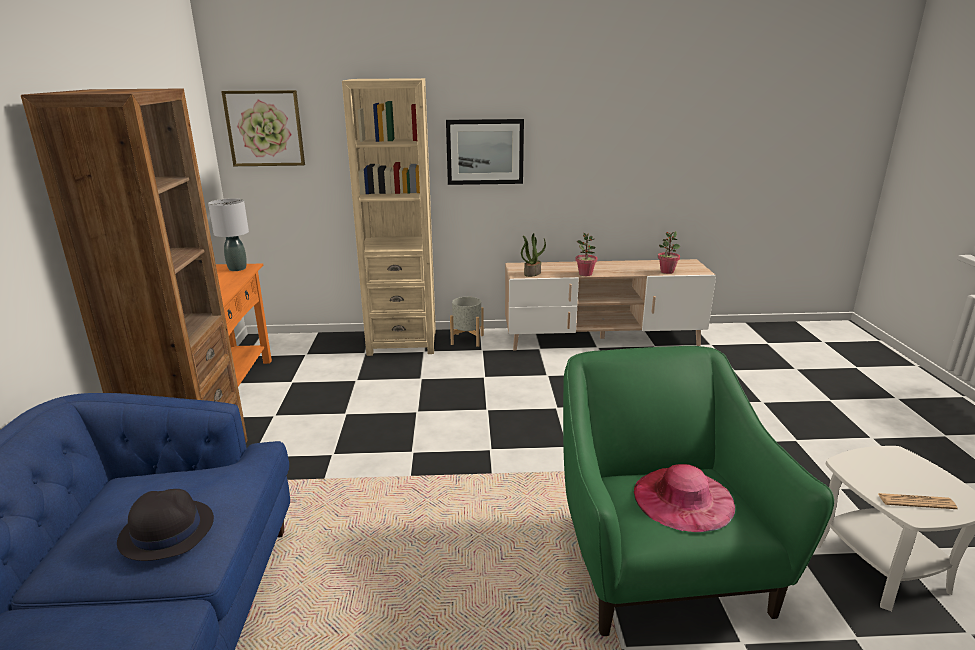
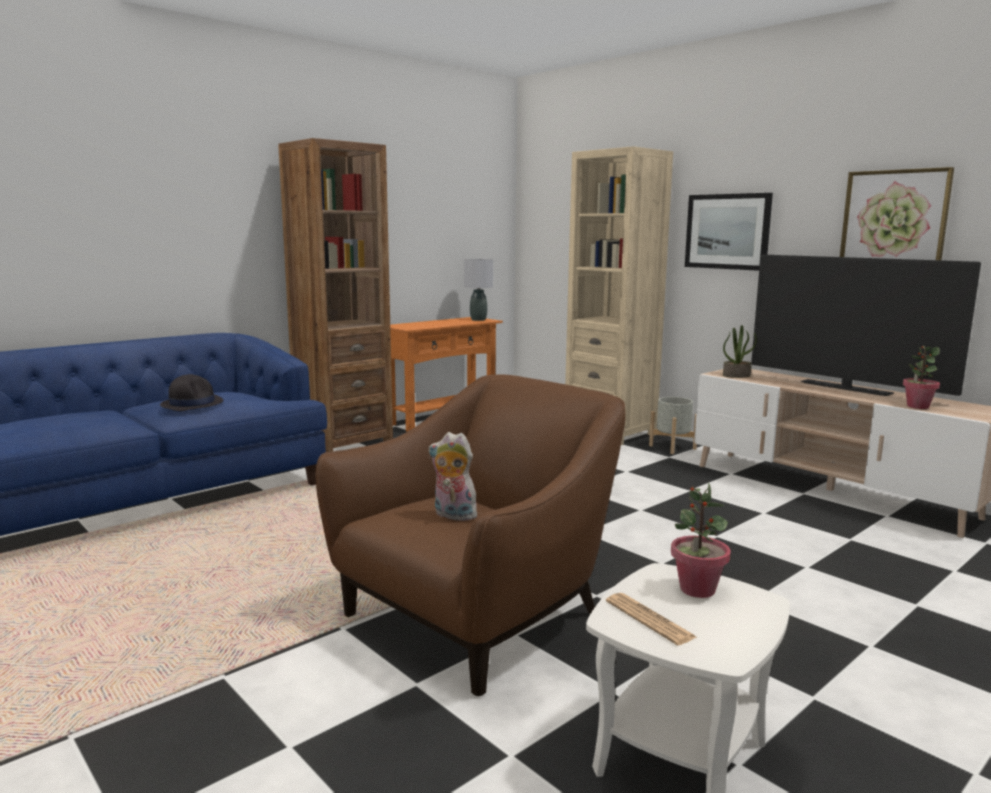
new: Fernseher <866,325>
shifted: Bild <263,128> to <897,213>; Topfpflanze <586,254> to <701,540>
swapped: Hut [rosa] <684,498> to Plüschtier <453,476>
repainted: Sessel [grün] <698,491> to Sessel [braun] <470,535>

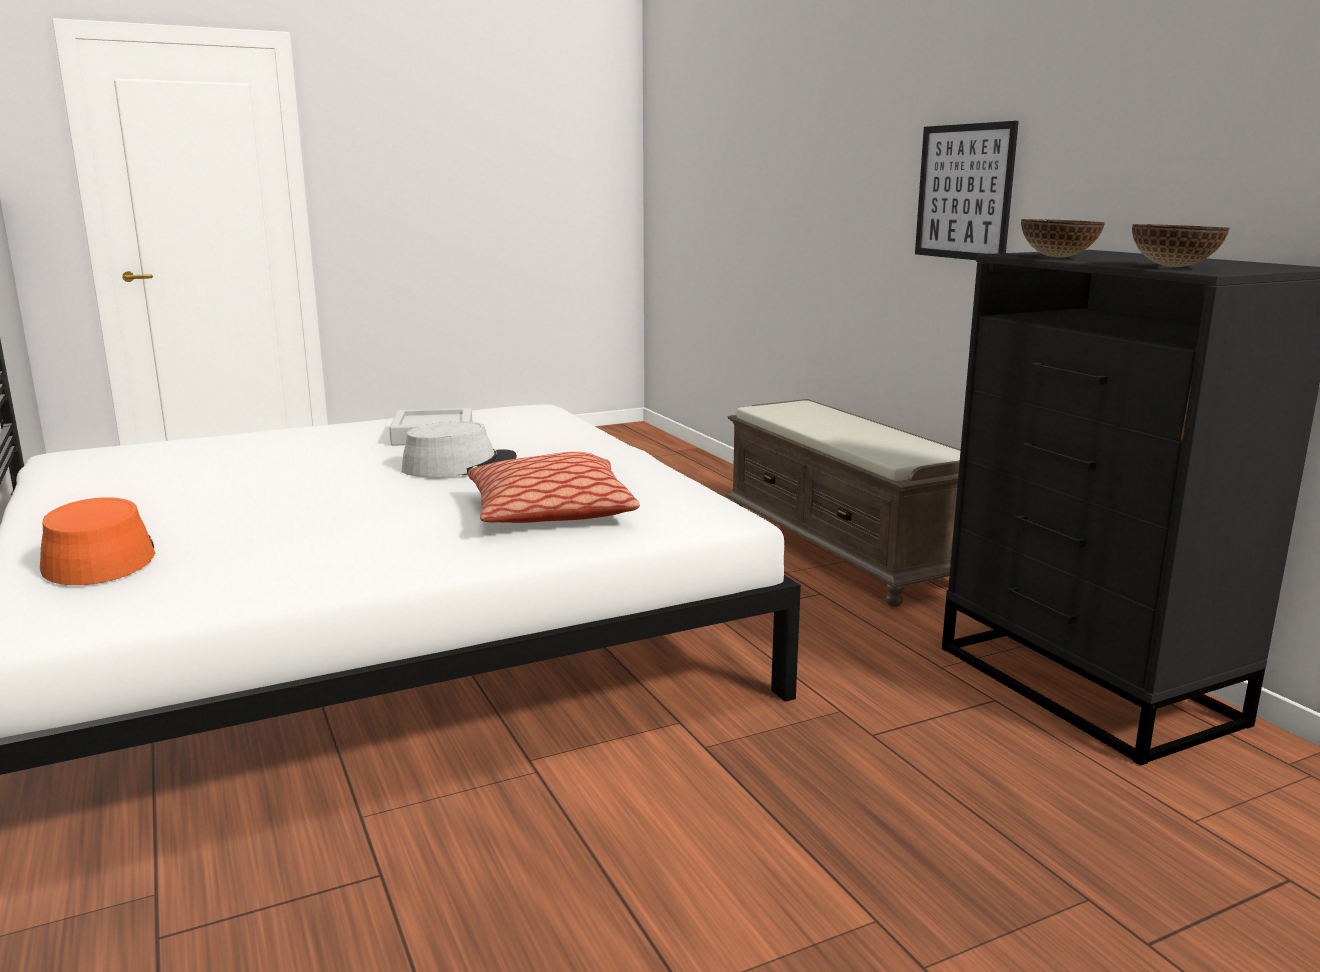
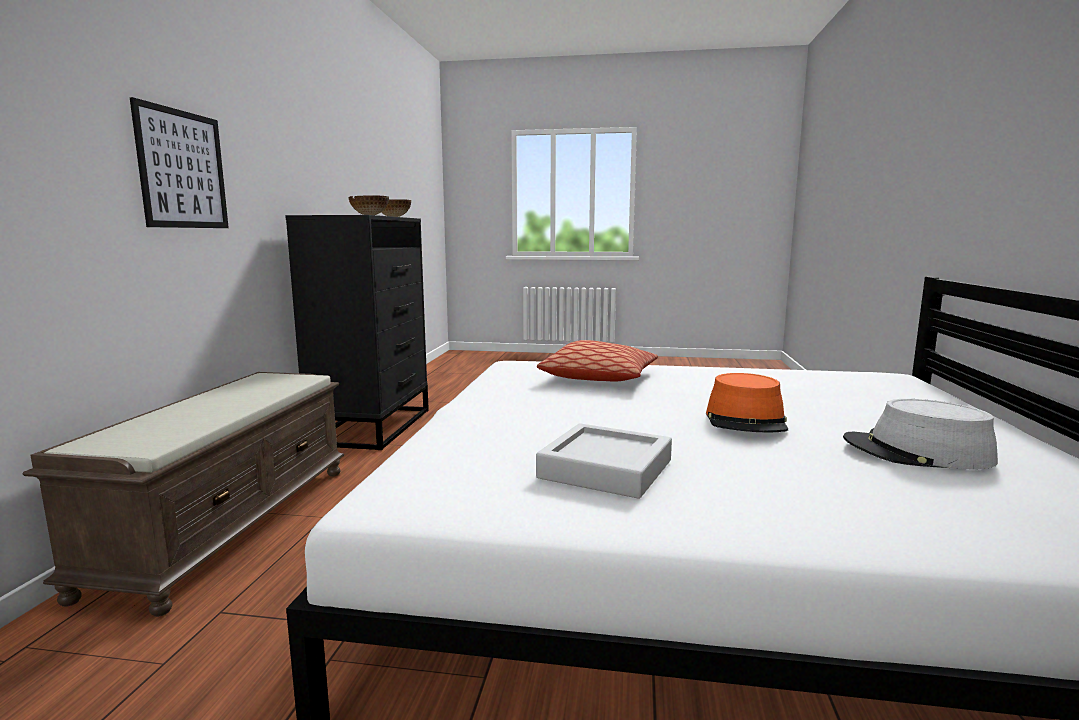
shifted: Hut [orange] <97,541> to <747,402>; Hut [grau] <459,449> to <920,434>

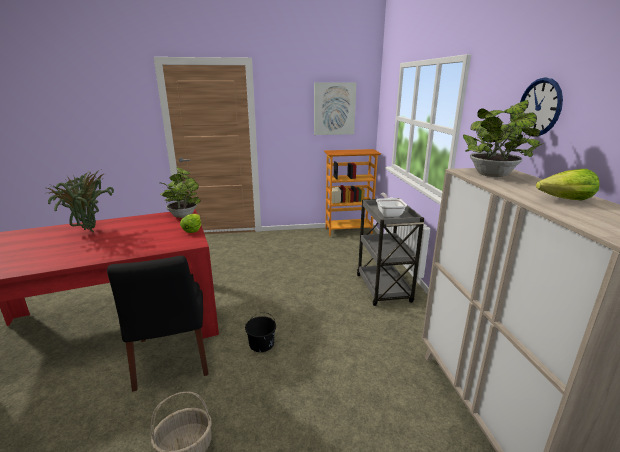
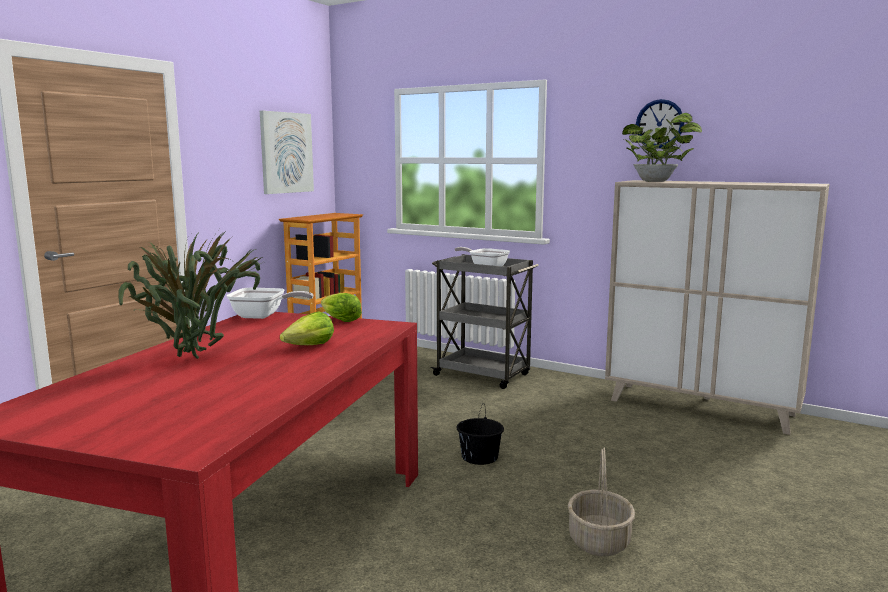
gone: Stuhl [schwarz] <158,324>
shifted: Salatkopf <568,185> to <307,328>
swapped: Topfpflanze <180,192> to Pfanne <270,303>

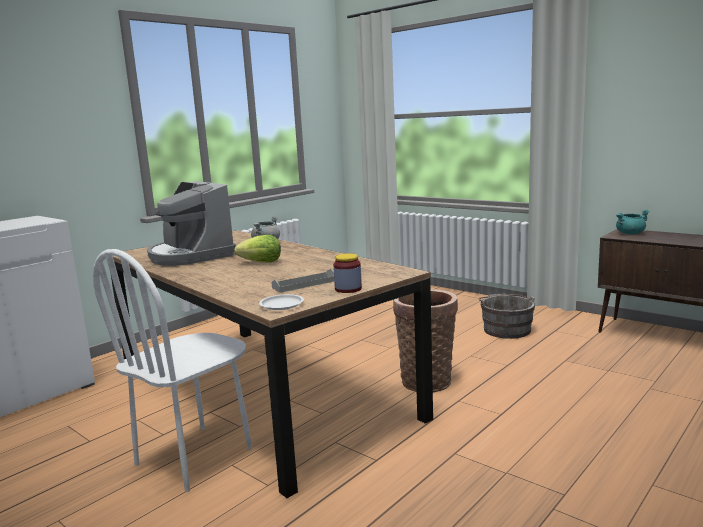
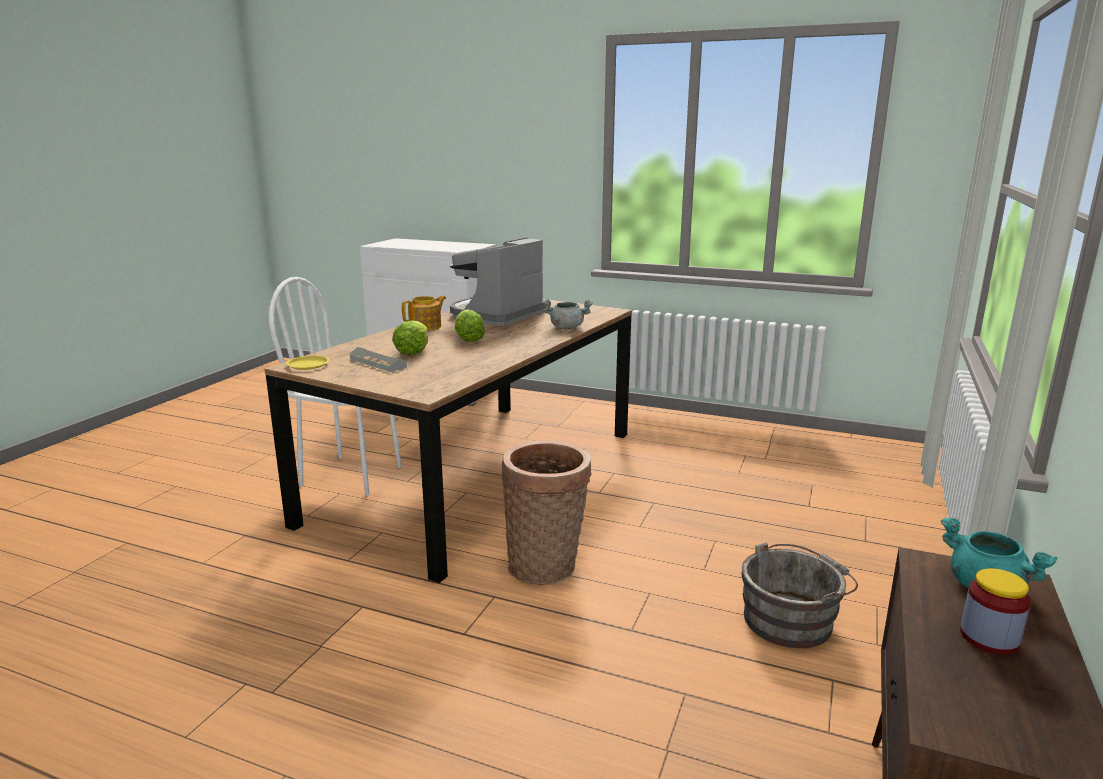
new: Salatkopf <410,338>; Teekanne <424,313>
shifted: Vorratsglas <347,273> to <995,611>
repainted: Teller [weiß] <281,302> to Teller [gelb] <307,363>

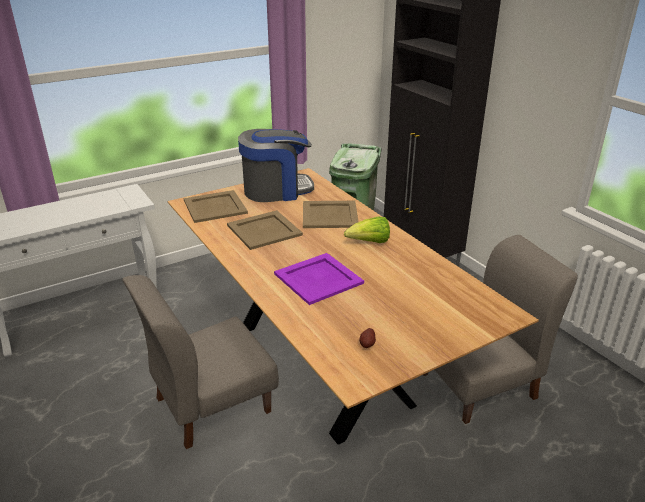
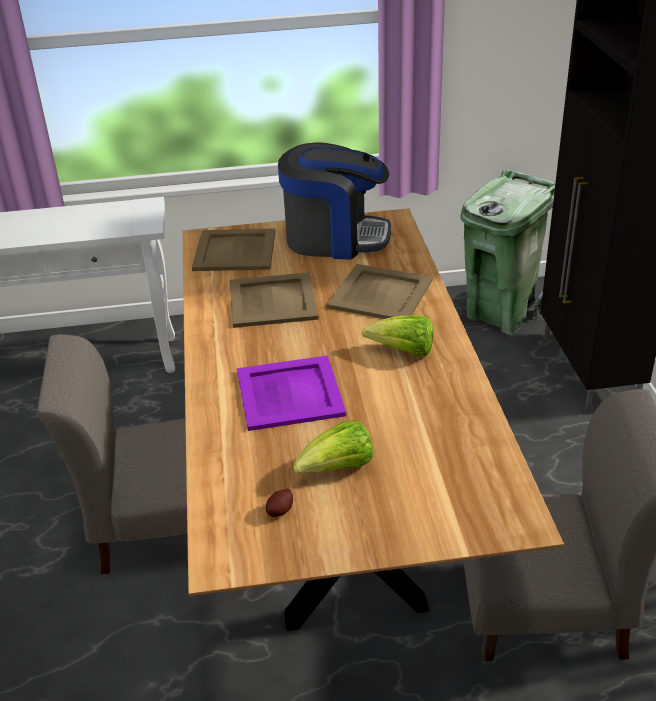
new: Salatkopf <333,447>

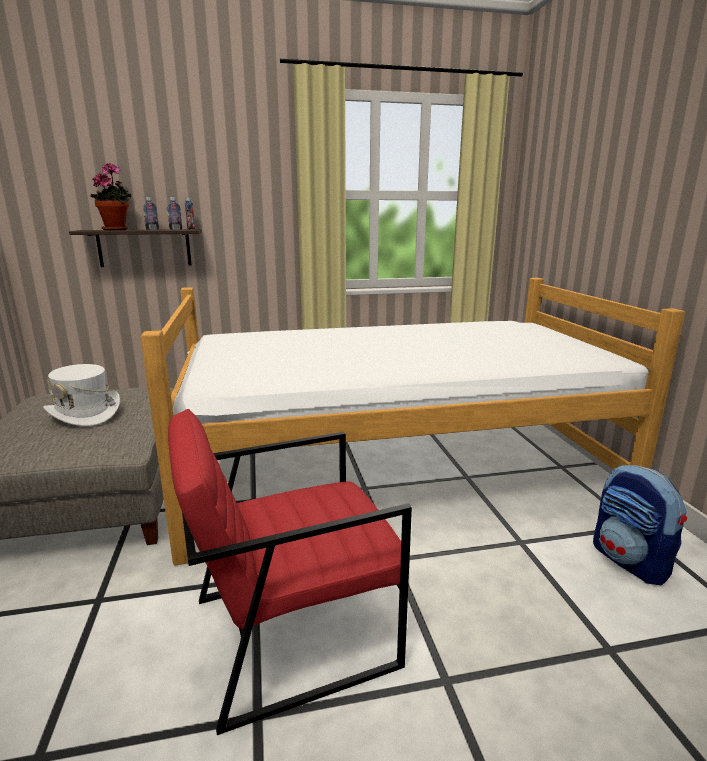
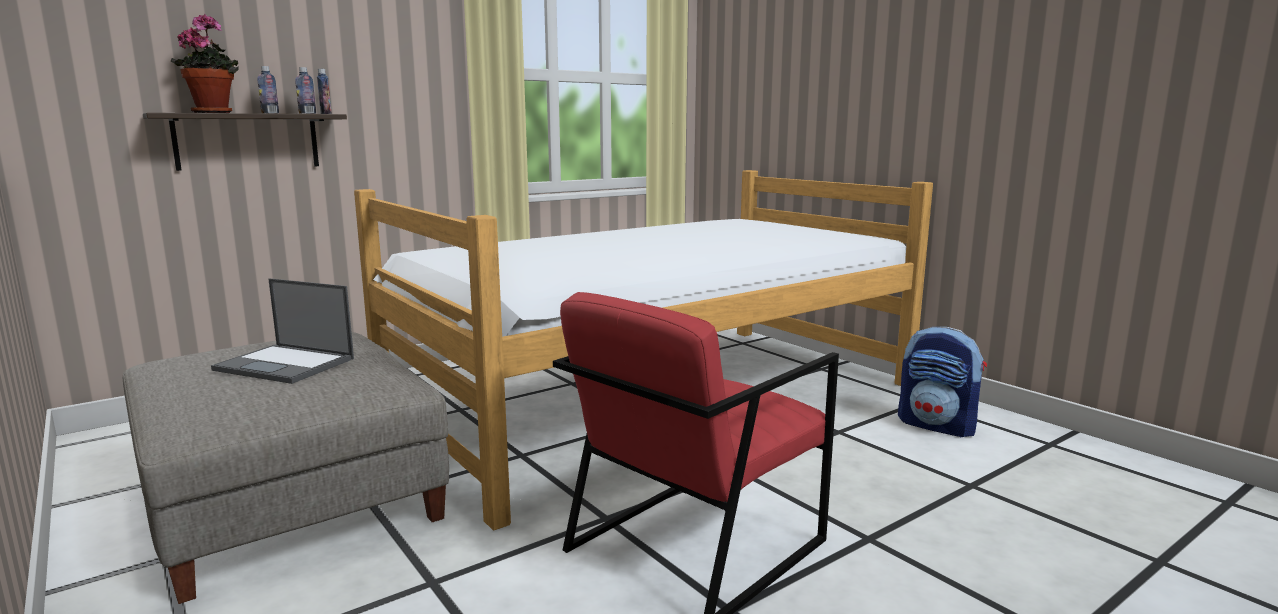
swapped: Hut [weiß] <81,395> to Laptop <282,331>

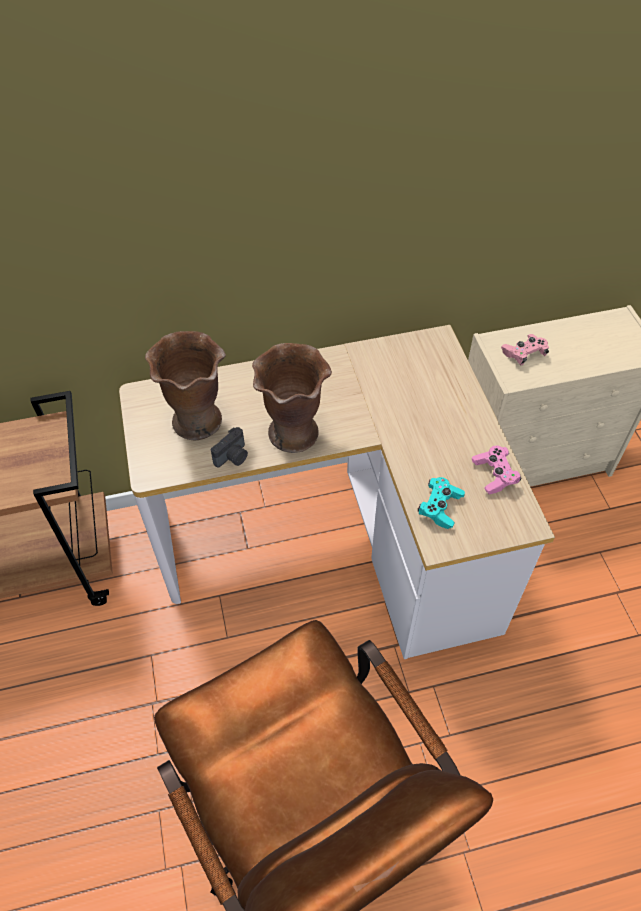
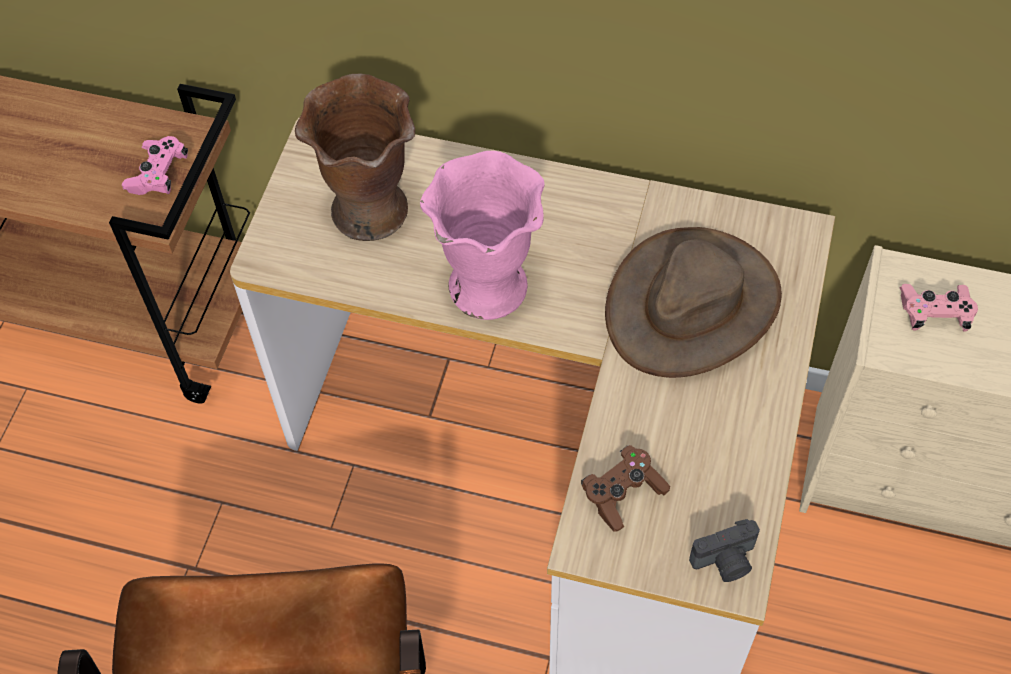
new: Hut [braun] <693,302>
shifted: Kamera <229,447> to <724,550>; Gamepad [rosa] <496,470> to <155,165>
repainted: Vase [braun] <292,398> to Vase [rosa] <482,235>; Gamepad [türkis] <441,503> to Gamepad [braun] <625,488>

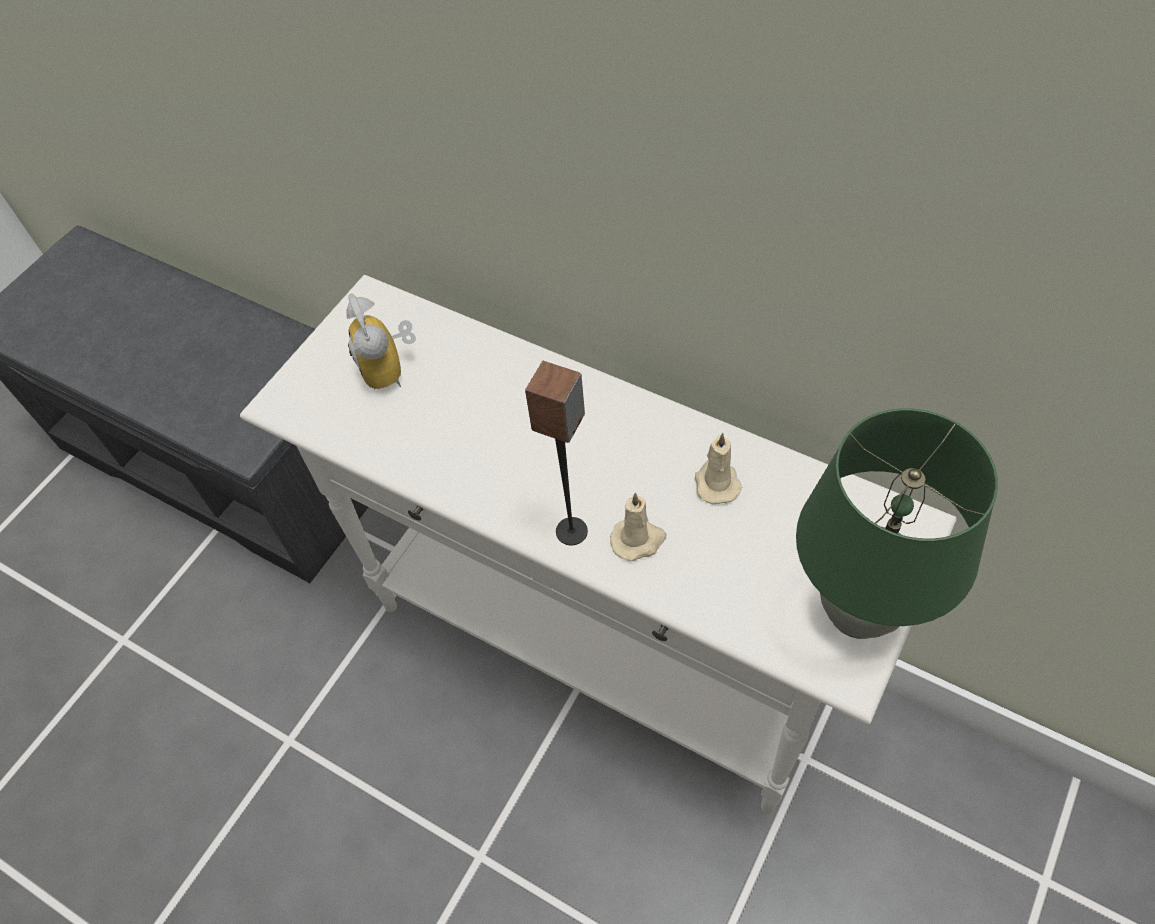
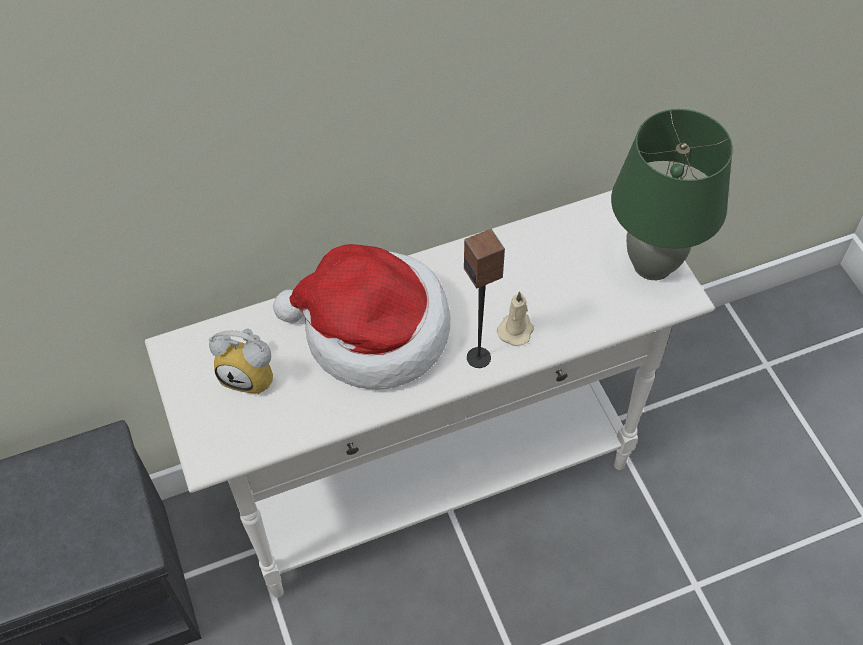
gone: Kerze [beige] <718,468>
new: Hut <362,316>

